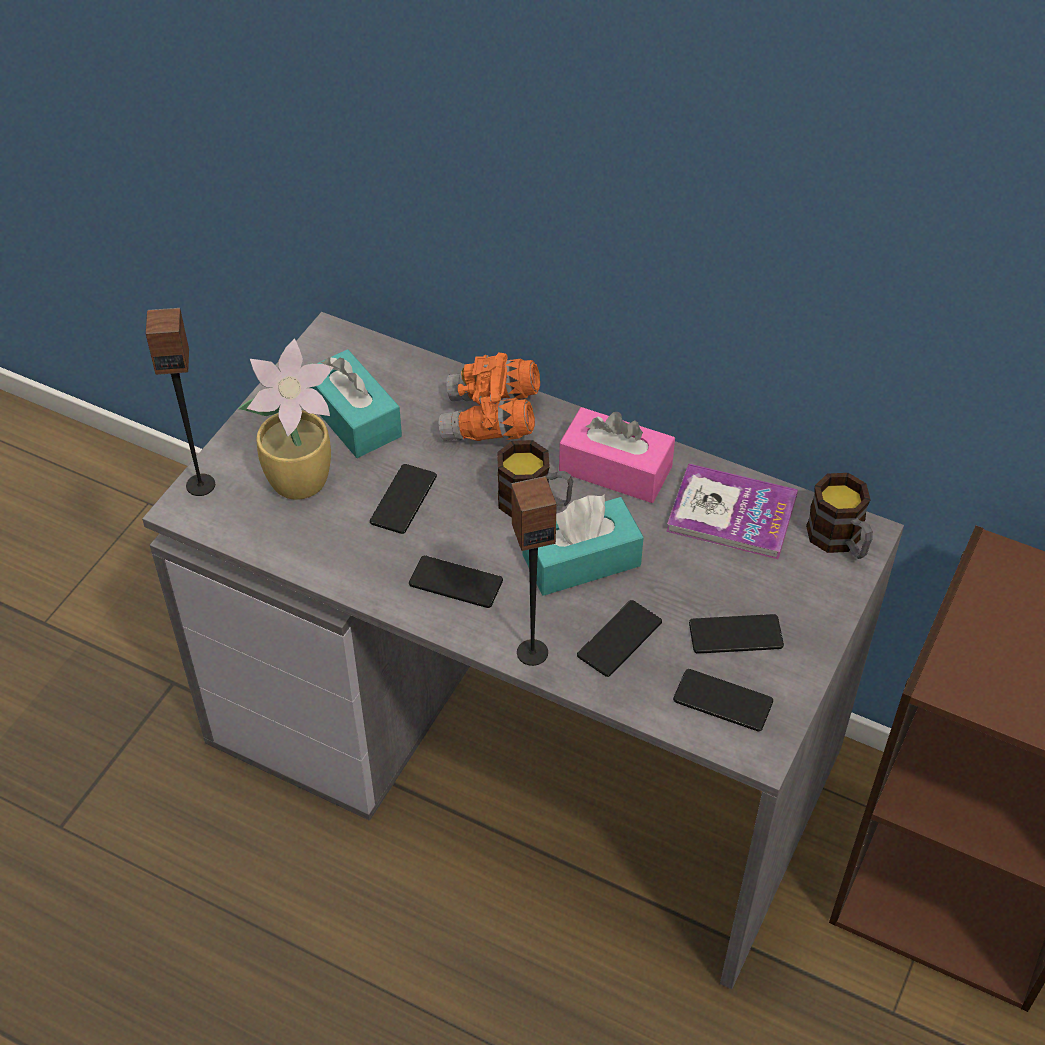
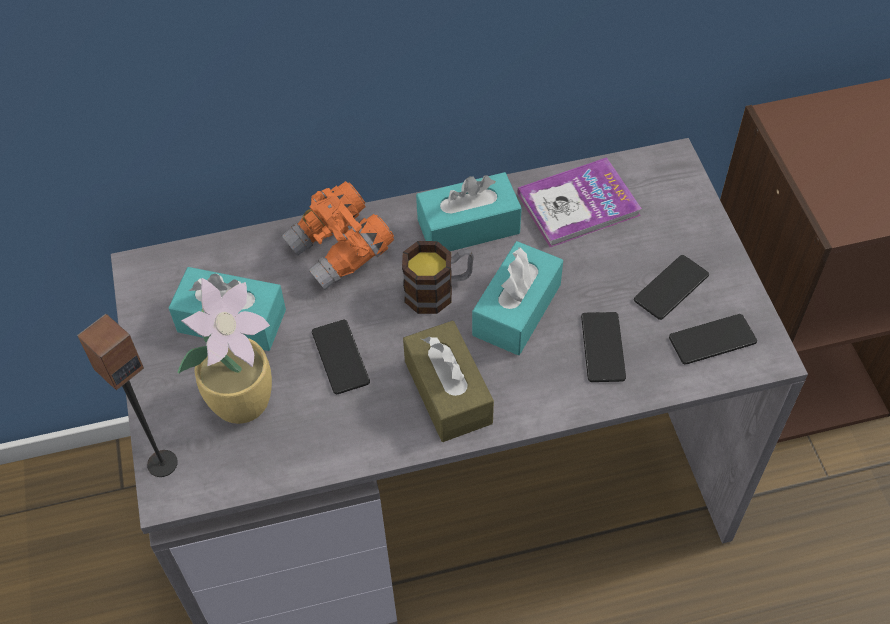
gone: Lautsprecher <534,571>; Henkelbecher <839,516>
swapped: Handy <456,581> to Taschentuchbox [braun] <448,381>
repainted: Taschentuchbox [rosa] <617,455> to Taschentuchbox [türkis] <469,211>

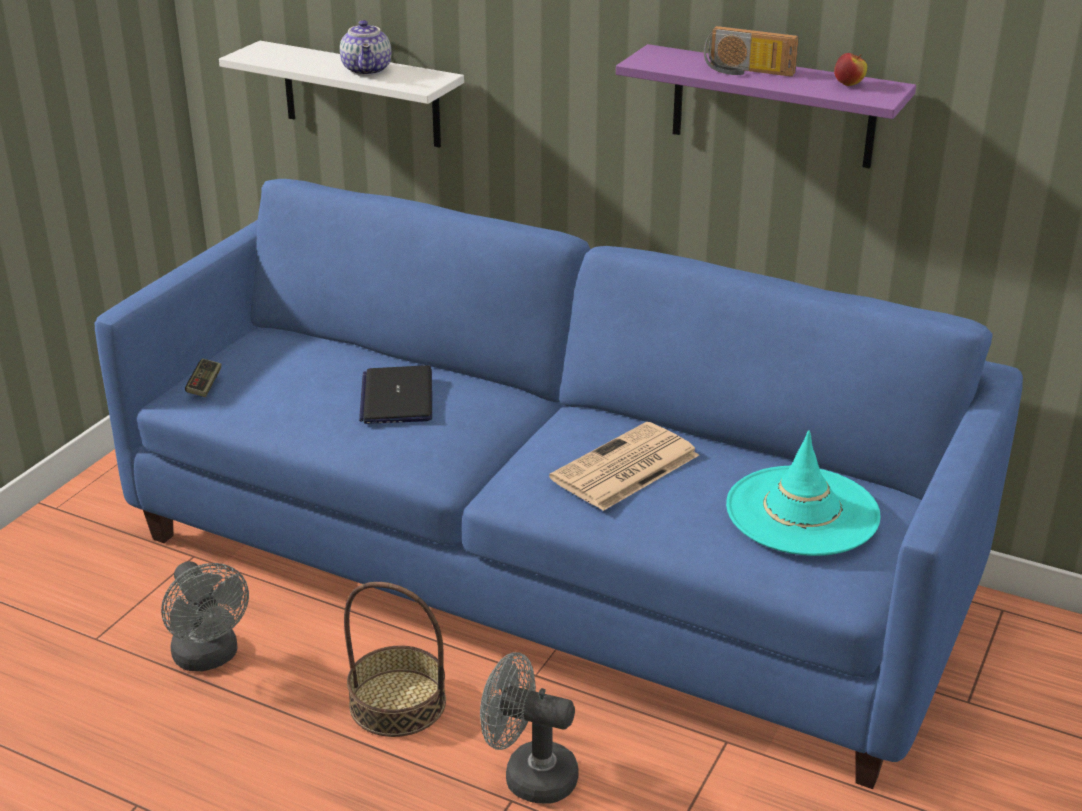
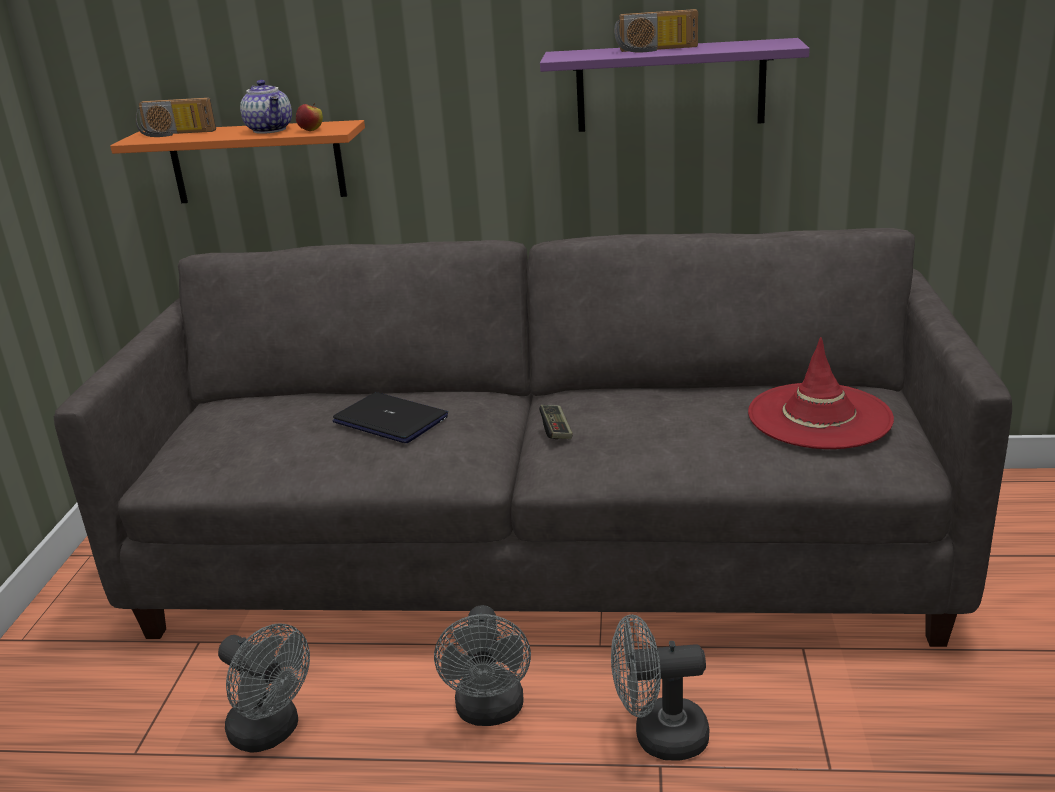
gone: Zeitung <624,466>
new: Radio <176,117>
shifted: Gamepad <203,377> to <556,422>; Apfel <850,69> to <309,117>
swapped: Korb <395,659> to Ventilator [grau] <482,665>
repainted: Sofa [blau] <559,484> to Sofa [grau] <533,437>; Wandregal [weiß] <341,94> to Wandregal [orange] <237,161>; Hut [türkis] <803,493> to Hut [rot] <821,393>
rotated: Laptop <395,394> = <390,417> 150 degrees clockwise

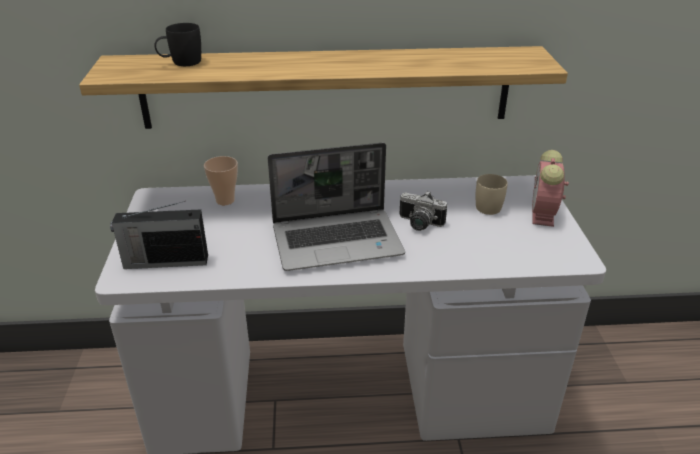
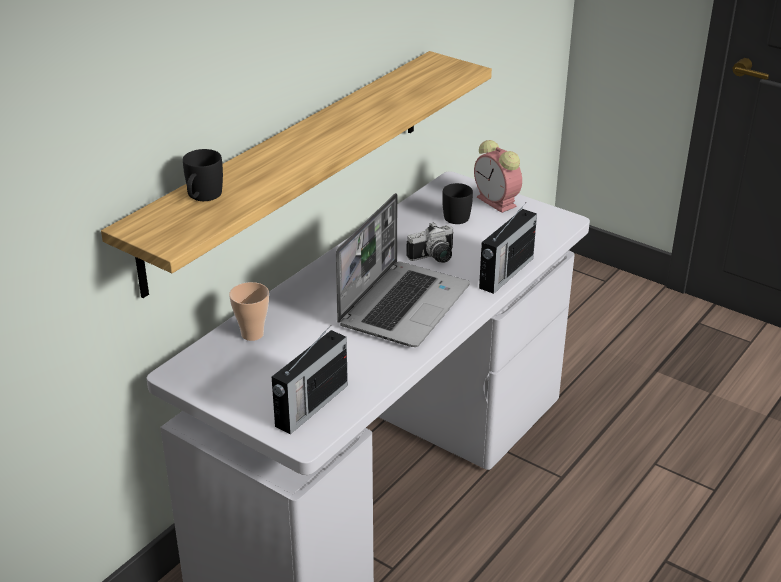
new: Radio <508,249>
repainted: Henkelbecher [beige] <492,194> to Henkelbecher [schwarz] <457,203>

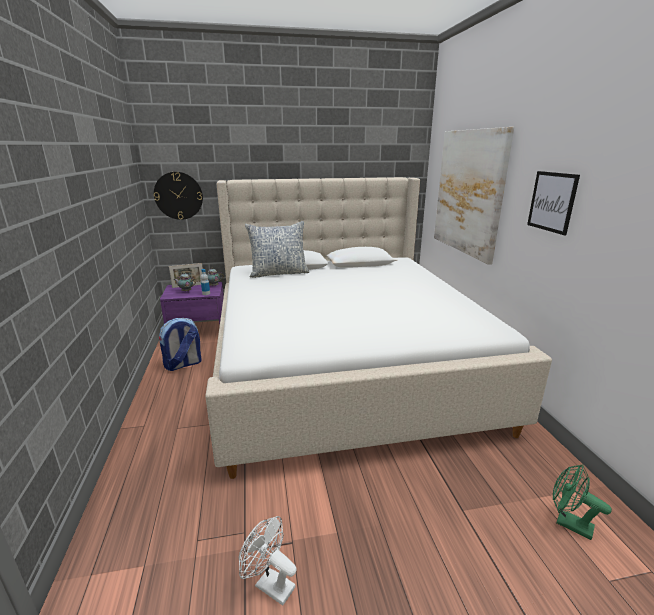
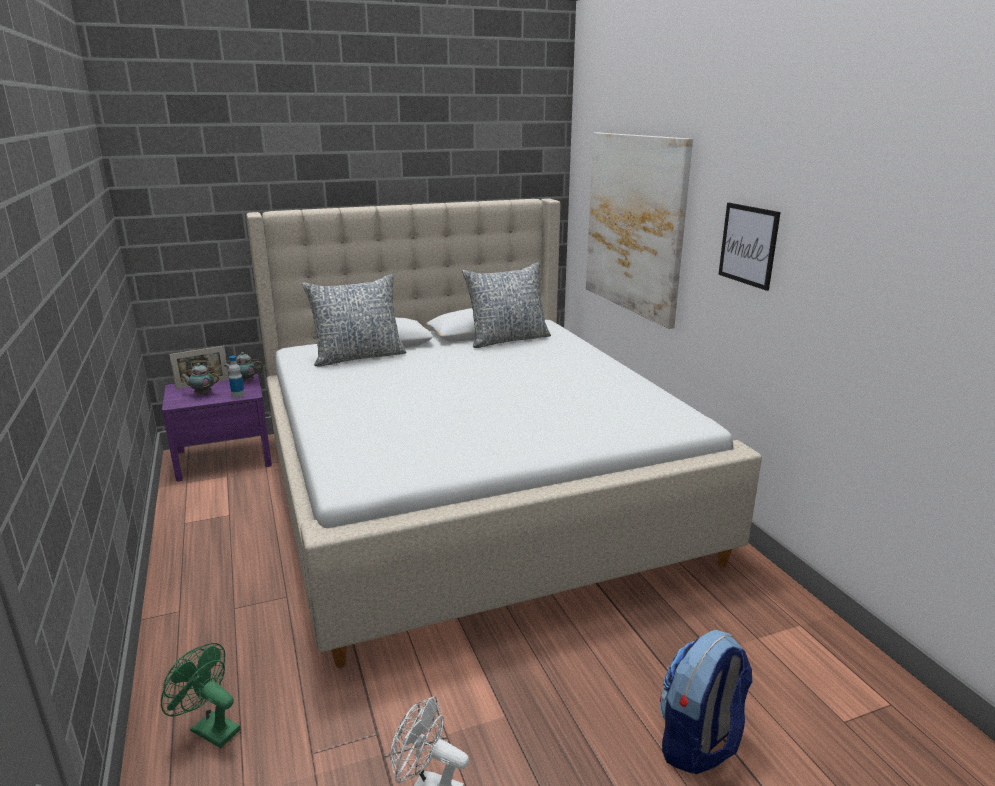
gone: Wanduhr <178,196>
new: Kissen <506,305>
shifted: Rucksack <180,344> to <706,702>; Ventilator [grün] <582,502> to <200,695>

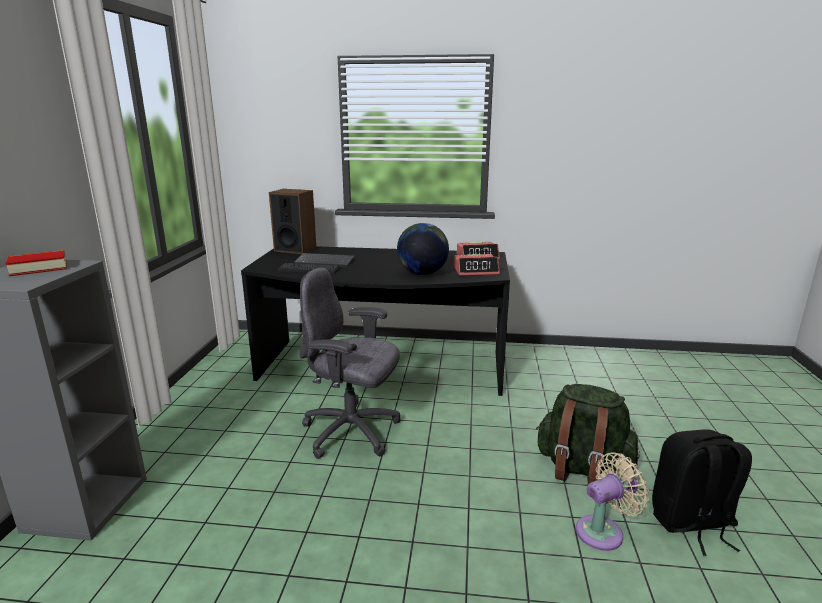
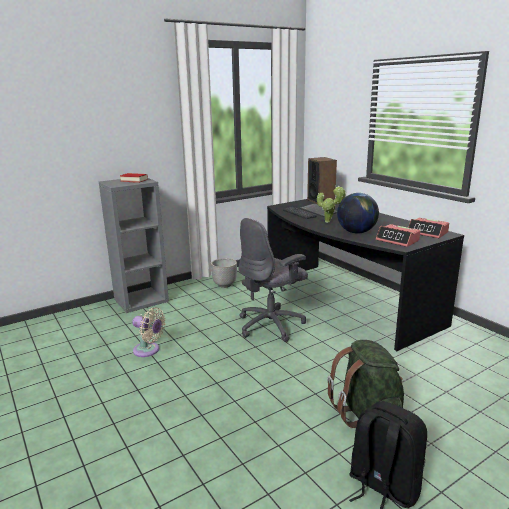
new: Pflanzkübel <224,273>; Topfpflanze <331,204>
shifted: Ventilator [beige] <612,501> to <149,332>
rotated: Bürostuhl [grau] <350,363> = <273,280> 105 degrees counterclockwise

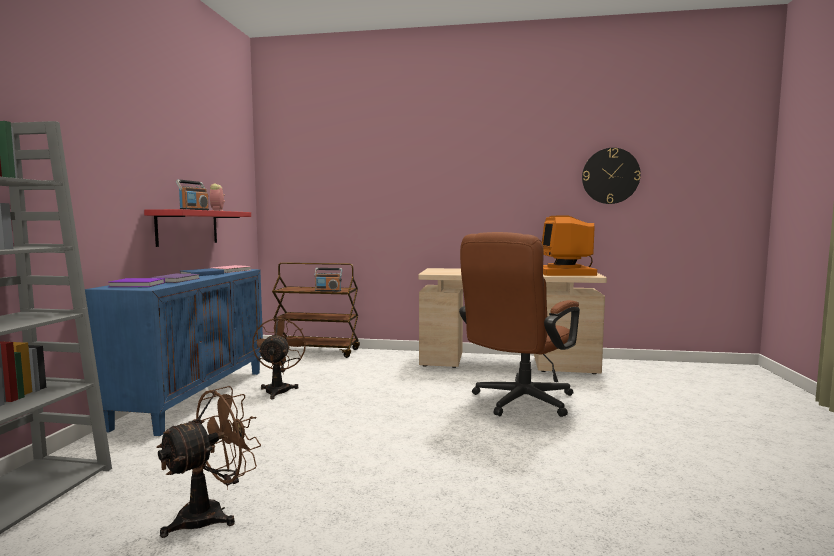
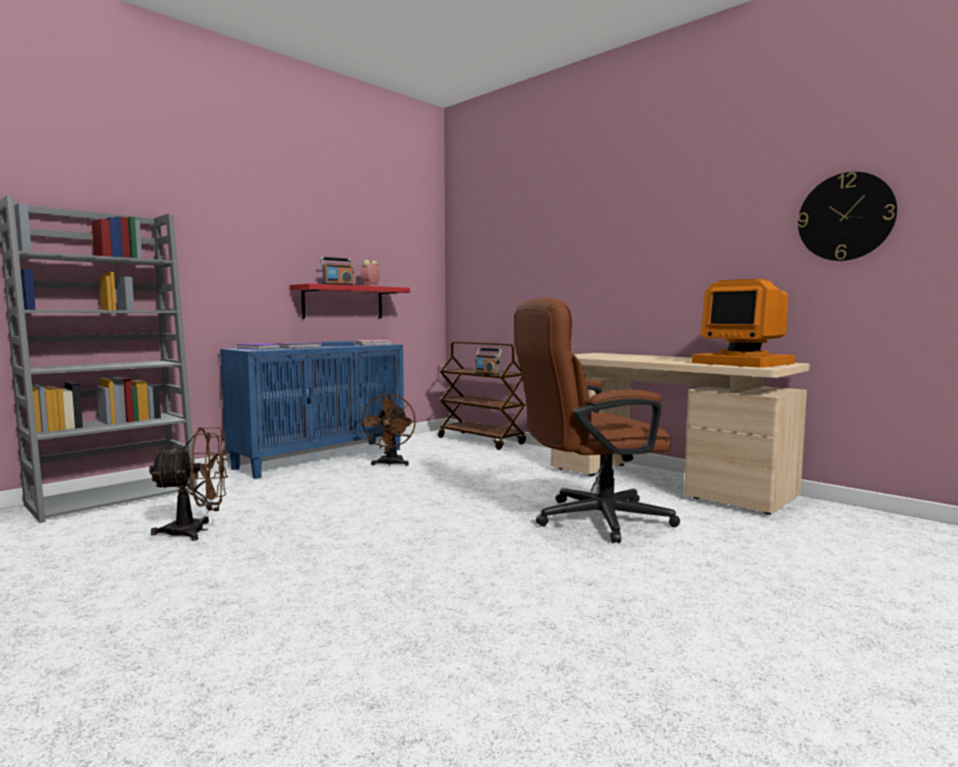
rotated: Ventilator [braun] <279,358> = <387,429> 150 degrees clockwise; Monitor <569,246> = <743,323> 75 degrees counterclockwise

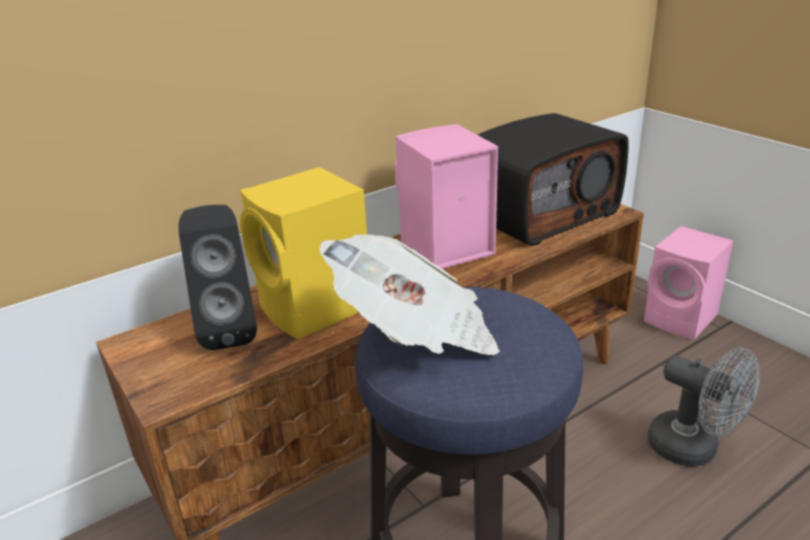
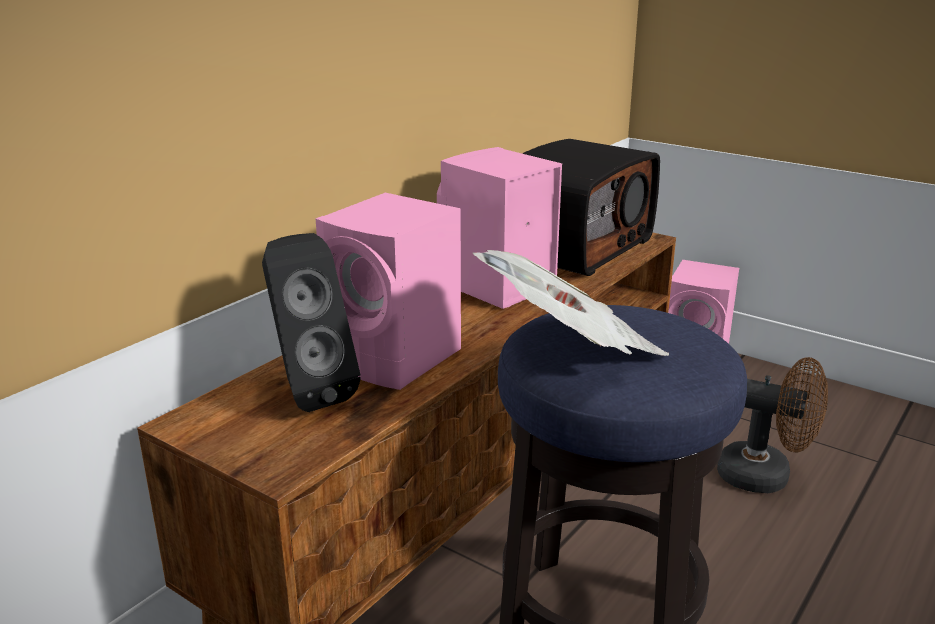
repainted: Lautsprecher [gelb] <303,253> to Lautsprecher [rosa] <388,291>; Ventilator [grau] <704,407> to Ventilator [braun] <772,425>

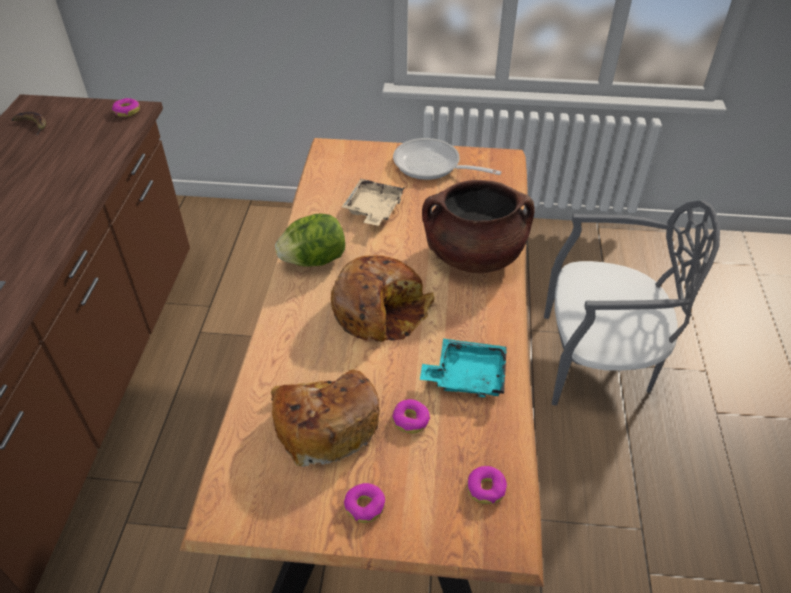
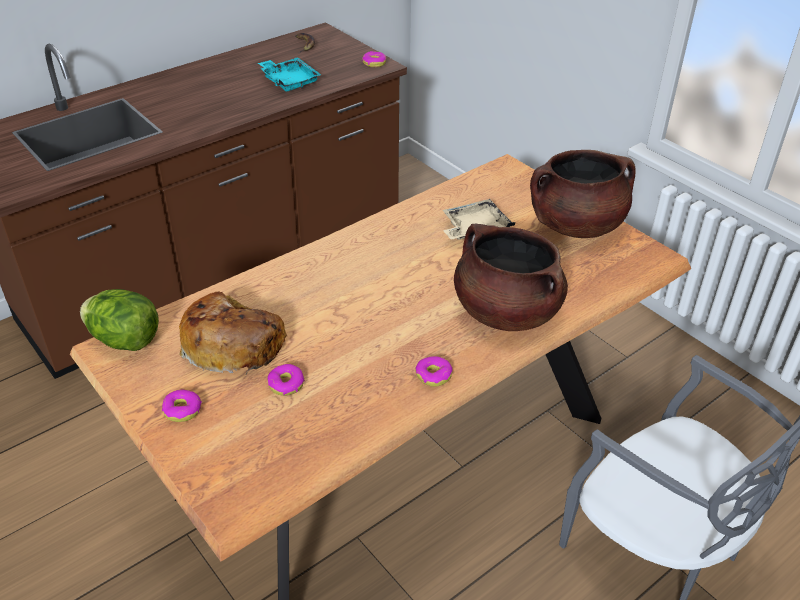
gone: Brot <382,298>
shifted: Salatkopf <310,240> to <119,320>; Tablett [türkis] <463,368> to <289,74>; Donut <487,485> to <434,371>
swapped: Pfanne <447,159> to Kochtopf [braun] <583,194>

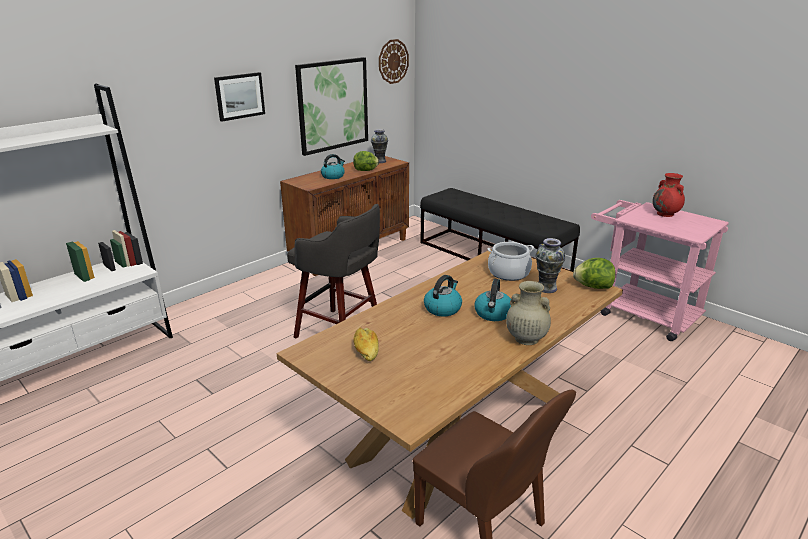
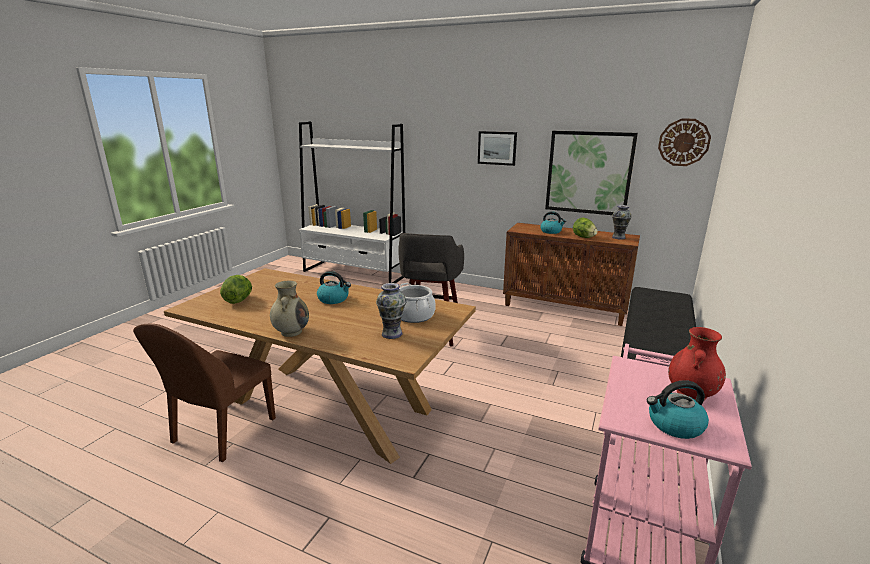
gone: Brot <366,344>
shifted: Wasserkessel <492,300> to <678,409>; Salatkopf <594,273> to <236,289>

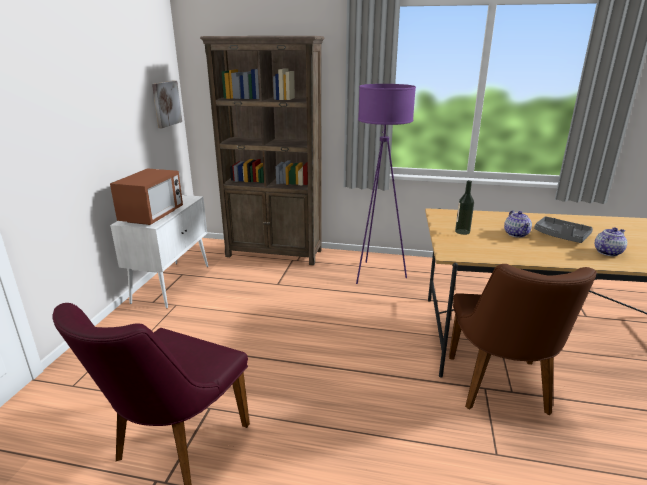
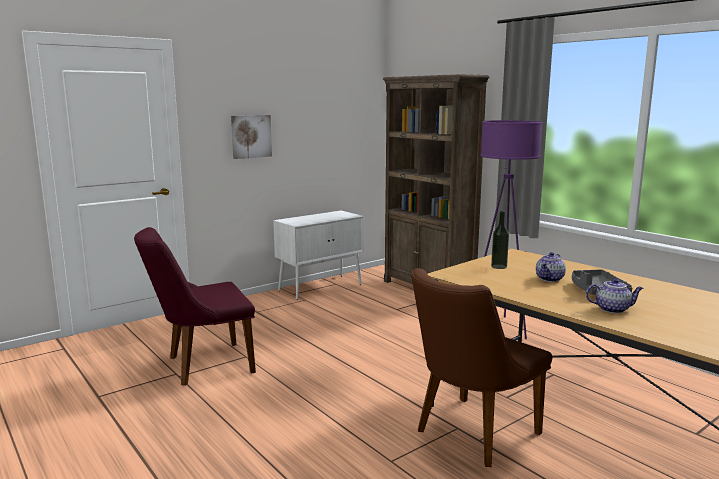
gone: Mikrowelle <146,196>
shifted: Bild <167,104> to <251,137>

